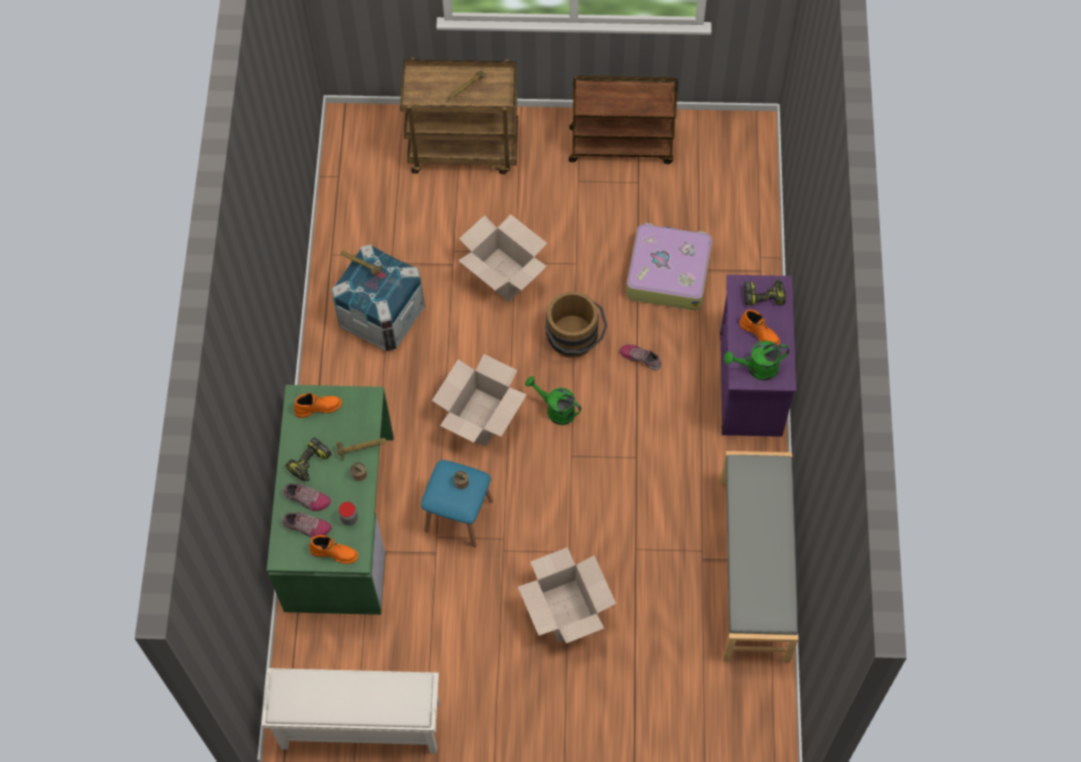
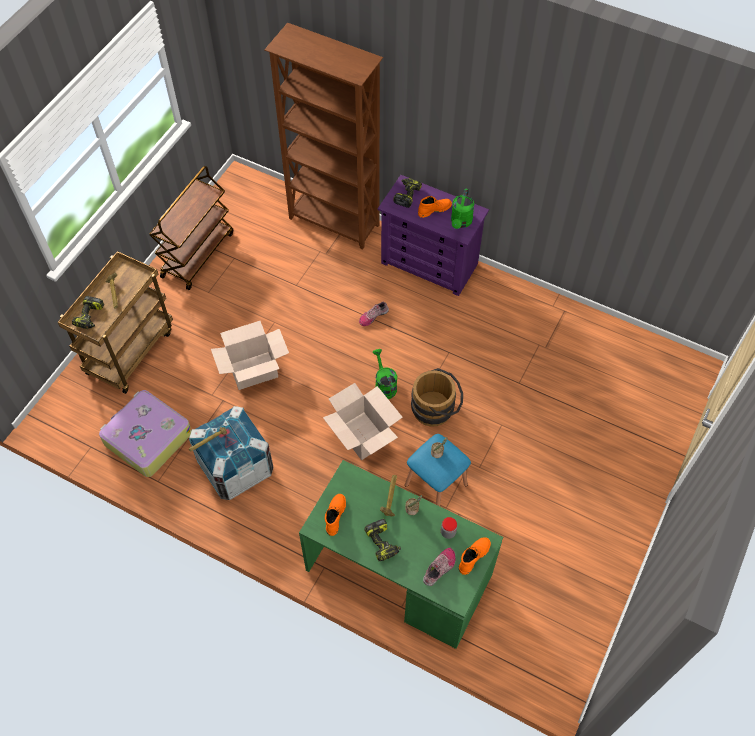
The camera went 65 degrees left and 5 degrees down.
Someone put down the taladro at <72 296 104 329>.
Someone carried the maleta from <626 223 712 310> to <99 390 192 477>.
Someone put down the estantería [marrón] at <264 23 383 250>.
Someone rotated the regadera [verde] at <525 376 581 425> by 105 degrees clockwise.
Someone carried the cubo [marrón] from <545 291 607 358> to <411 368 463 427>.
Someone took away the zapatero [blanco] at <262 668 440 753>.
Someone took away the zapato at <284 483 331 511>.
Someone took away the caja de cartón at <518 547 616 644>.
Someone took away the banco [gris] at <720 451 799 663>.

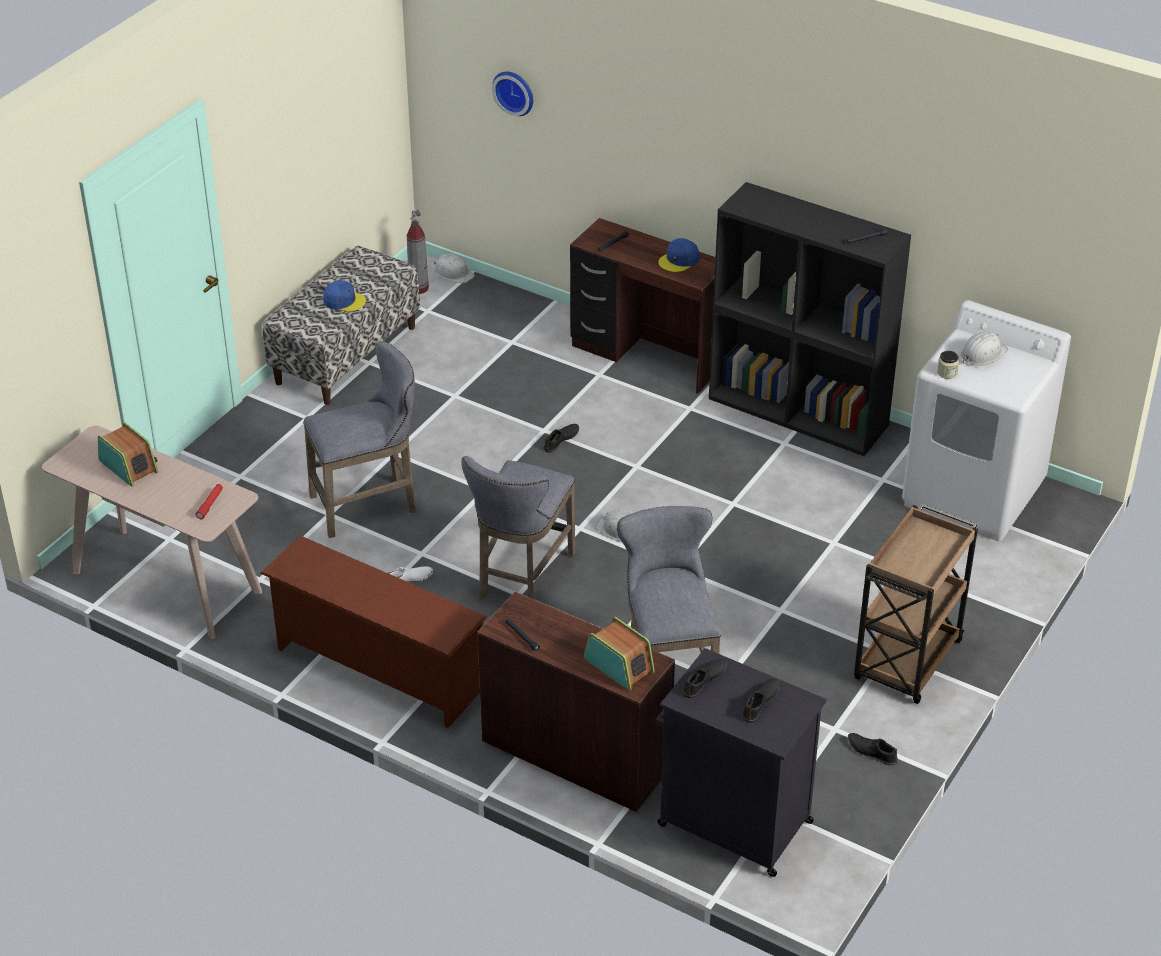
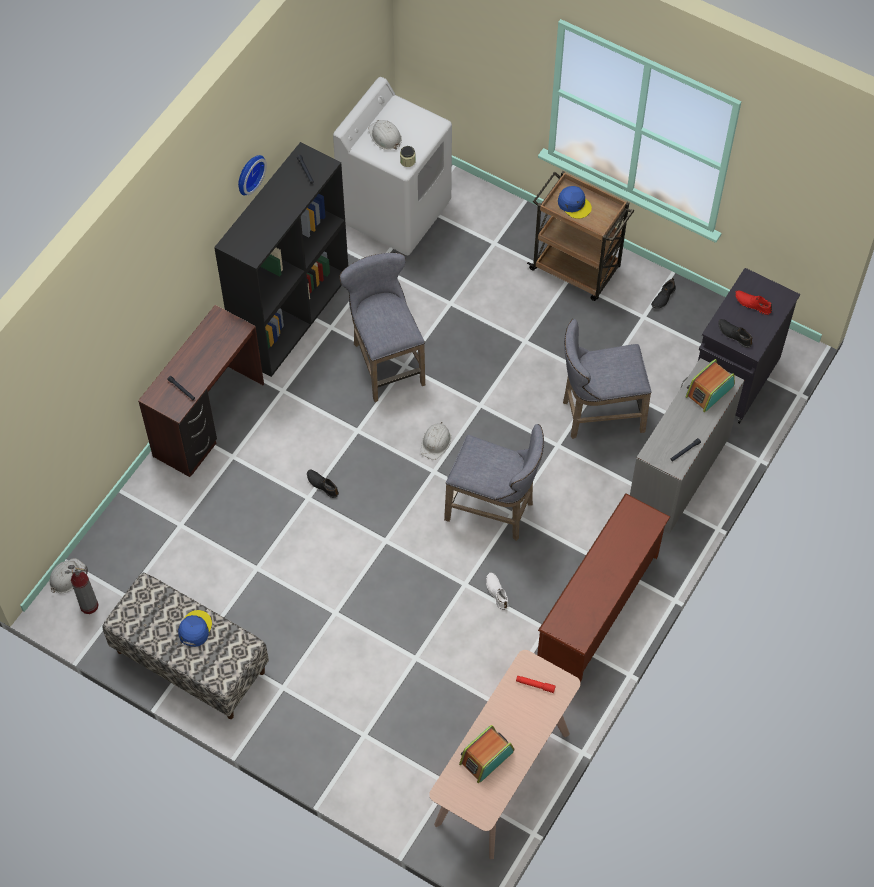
The camera went 90 degrees left and 20 degrees up.
Someone carried the reloj de pared from <492 72 533 116> to <238 155 267 195>.
Someone carried the taburete [gris] from <303 341 416 538> to <339 253 425 402>.
Someone carried the gorra [azul] from <658 238 699 272> to <558 186 592 219>.
Someone repainted the escritorio [marrón] at <477 592 675 812>, which became the escritorio [gris] at <630 358 744 534>.
Someone repainted the zapato [negro] at <742 678 780 723>, which became the zapato [rojo] at <735 290 772 315>.

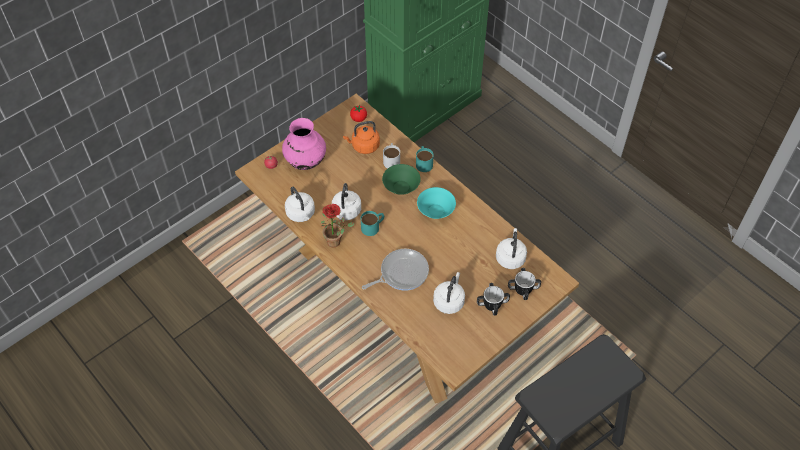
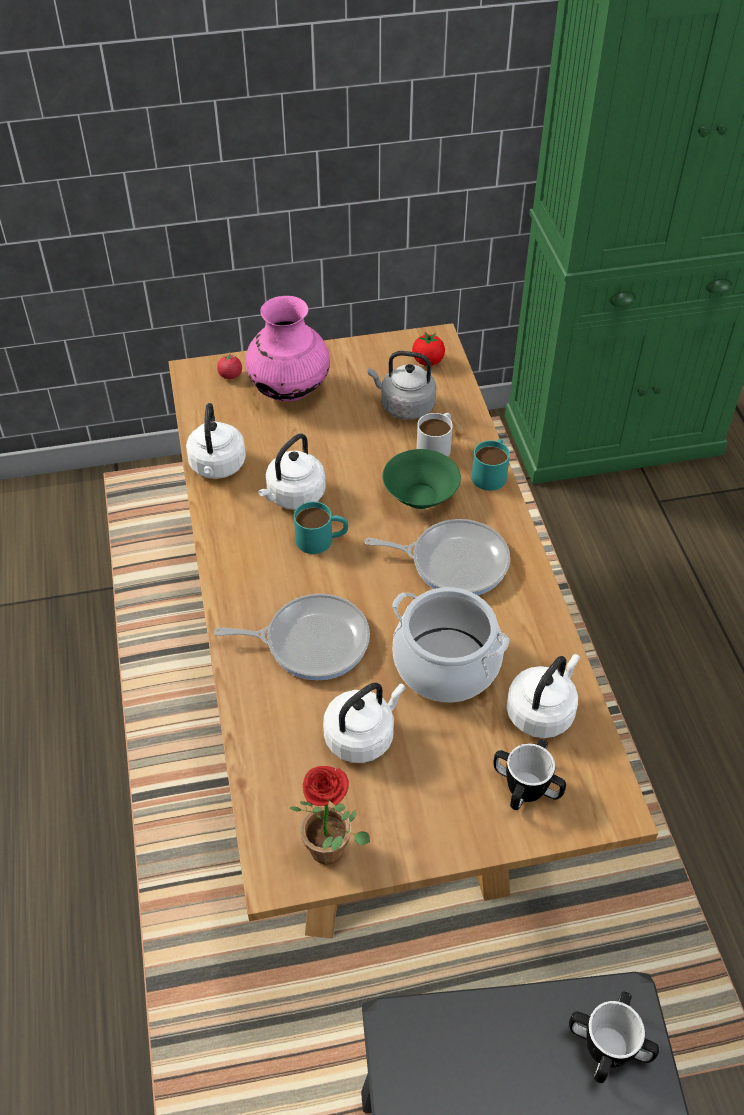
The camera went 30 degrees right and 5 degrees down.
Someone carried the planta en maceta from <321 204 354 248> to <290 766 370 865>.
Someone swapped the cuenco [turquesa] at <417 187 456 219> for the sartén at <365 519 510 595>.
Someone repainted the hervidor [naranja] at <343 121 380 154>, which became the hervidor [gris] at <368 351 437 420>.
Someone put down the olla at <392 587 509 702>.
Someone carried the taza grande from <477 283 510 316> to <569 991 659 1083>.

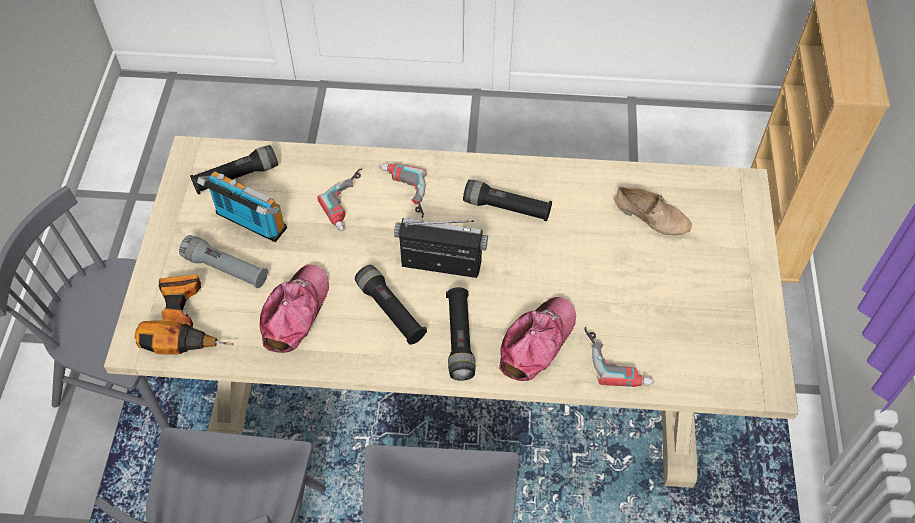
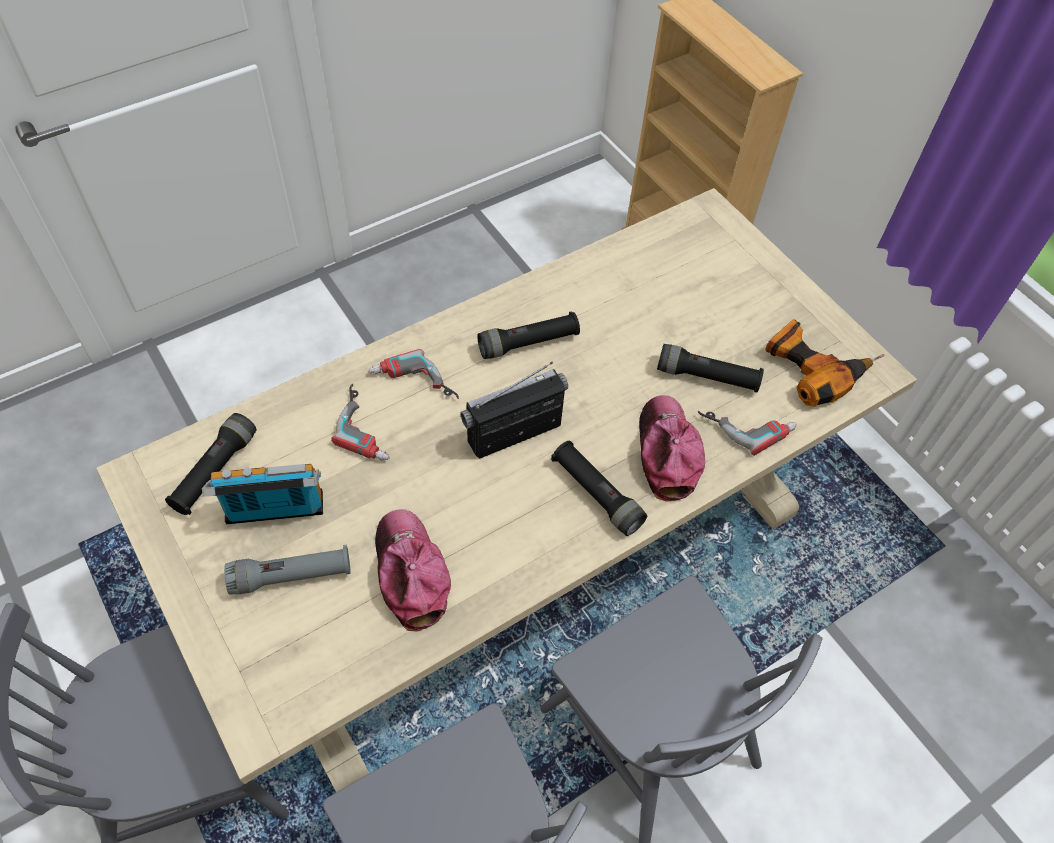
The camera went 40 degrees left and 0 degrees up.
Someone carried the linterna [negro] from <355 265 427 345> to <657 344 764 393>.
Someone carried the taladro from <135 275 234 355> to <765 319 885 407>.
Someone took away the zapato [beis] at <614 187 692 236>.

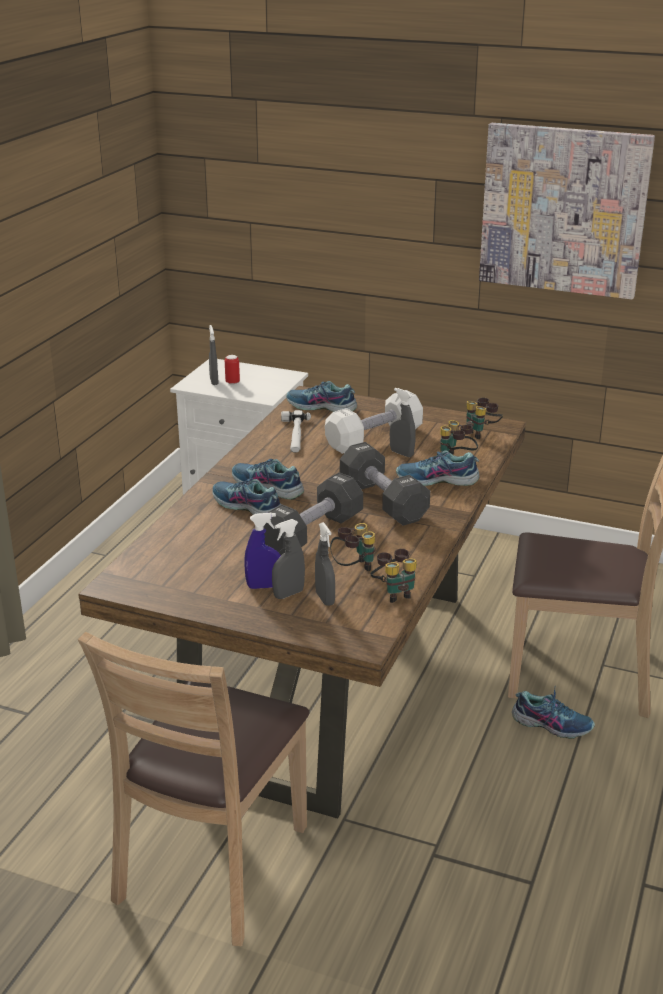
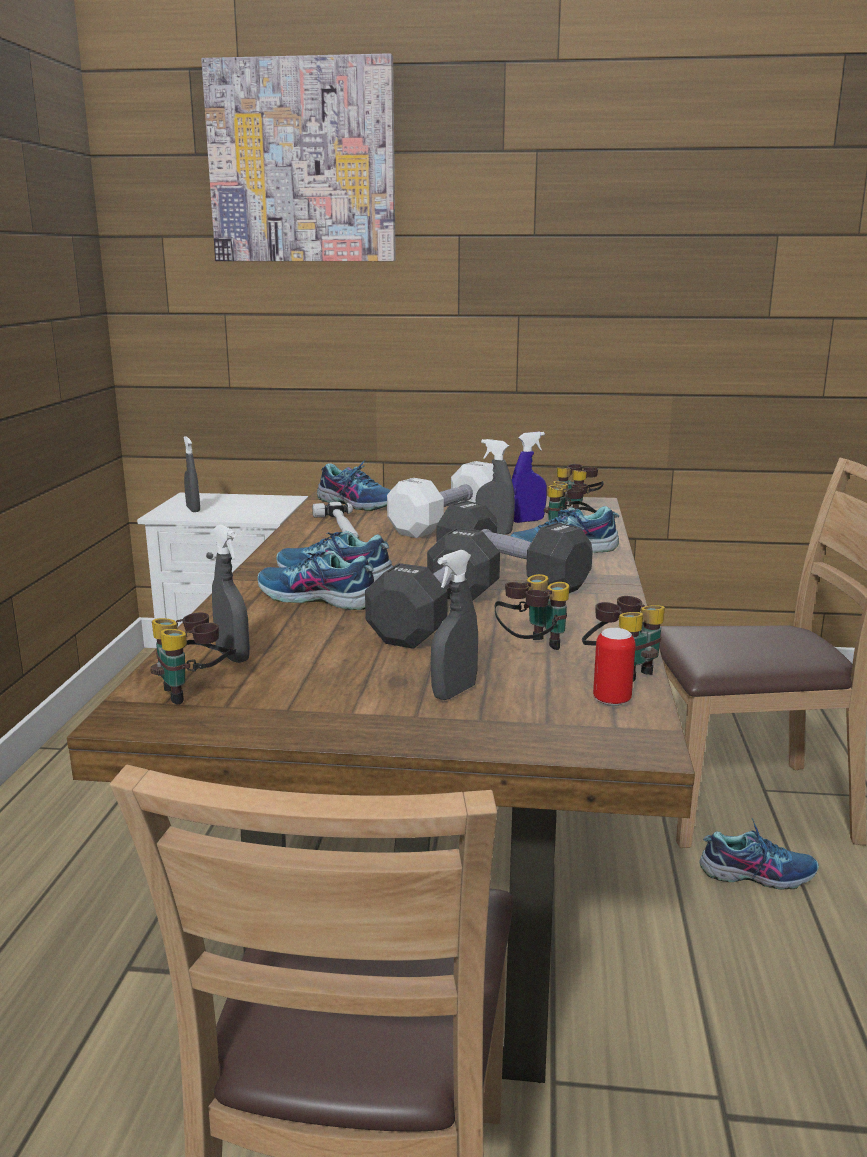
The camera went 15 degrees left and 10 degrees down.
Someone put down the prismáticos at <150 612 236 705>.
Someone carried the cuadro from <479 123 655 299> to <201 53 396 261>.
Someone carried the pulverizador [gris] from <315 522 335 606> to <212 524 250 663>.
Someone rotated the zapato at <286 381 357 412> by 150 degrees counterclockwise.
Someone carried the pulverizador [azul] from <244 513 281 589> to <512 432 547 523>.
Someone carried the lata from <225 355 240 385> to <593 628 636 706>.

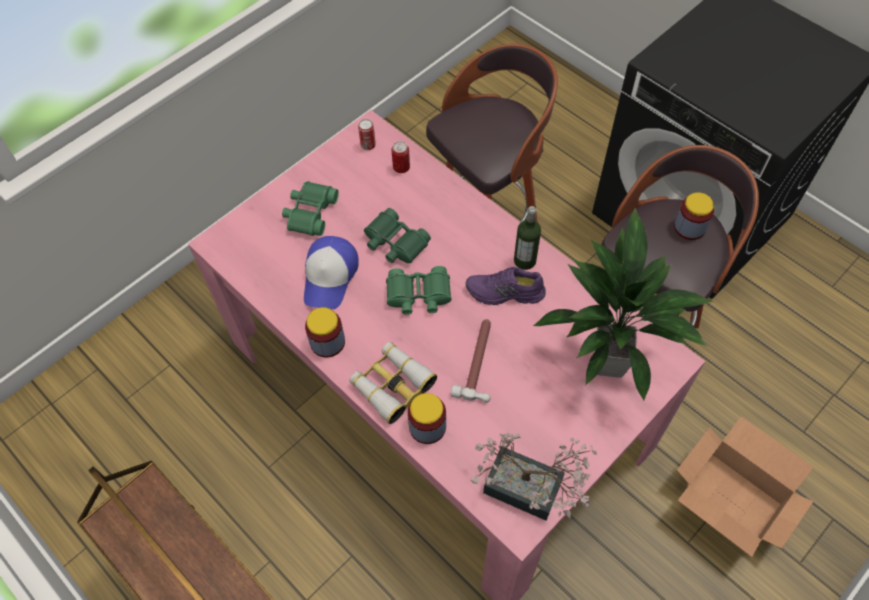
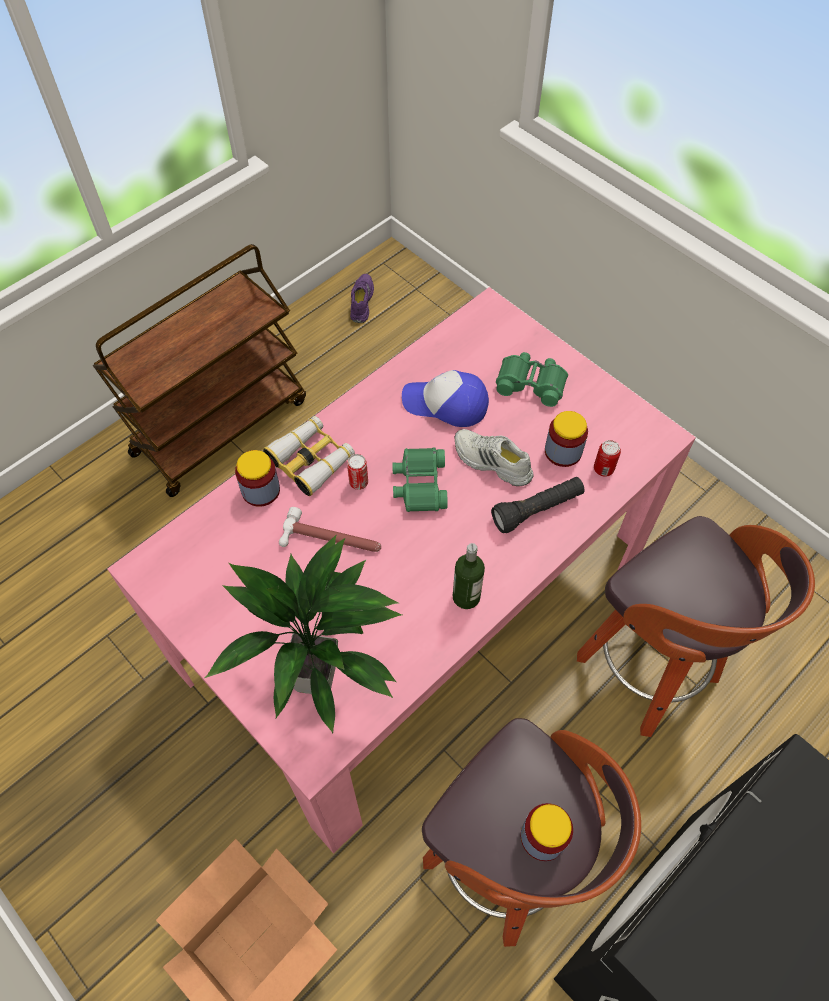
The camera went 90 degrees right and 0 degrees up.
Someone carried the lata from <358 119 376 150> to <347 454 368 490>.
Someone carried the zapato [morado] from <465 267 546 305> to <350 274 374 323>.
Someone swapped the prismáticos [verde] at <364 208 431 263> for the zapato [blanco] at <455 429 534 486>.
Someone put down the linterna [negro] at <491 477 584 533>.
Someone carried the tarro from <305 307 345 357> to <545 411 588 467>.
Someone took away the planta en maceta at <470 433 597 521>.

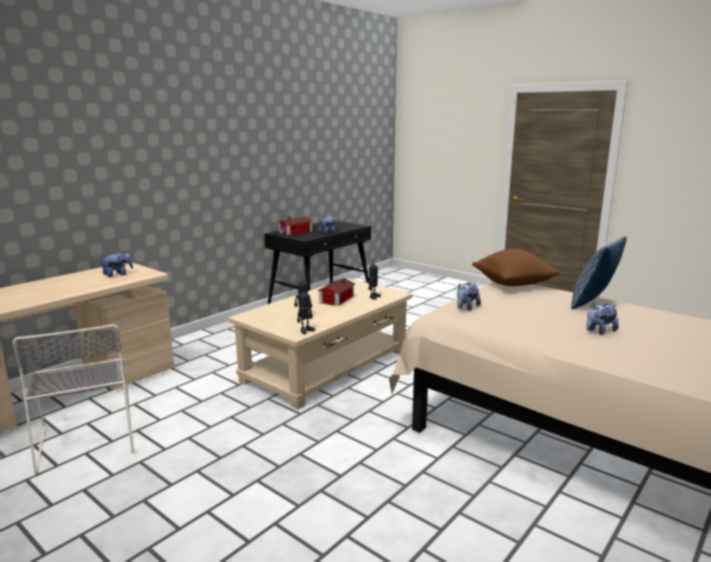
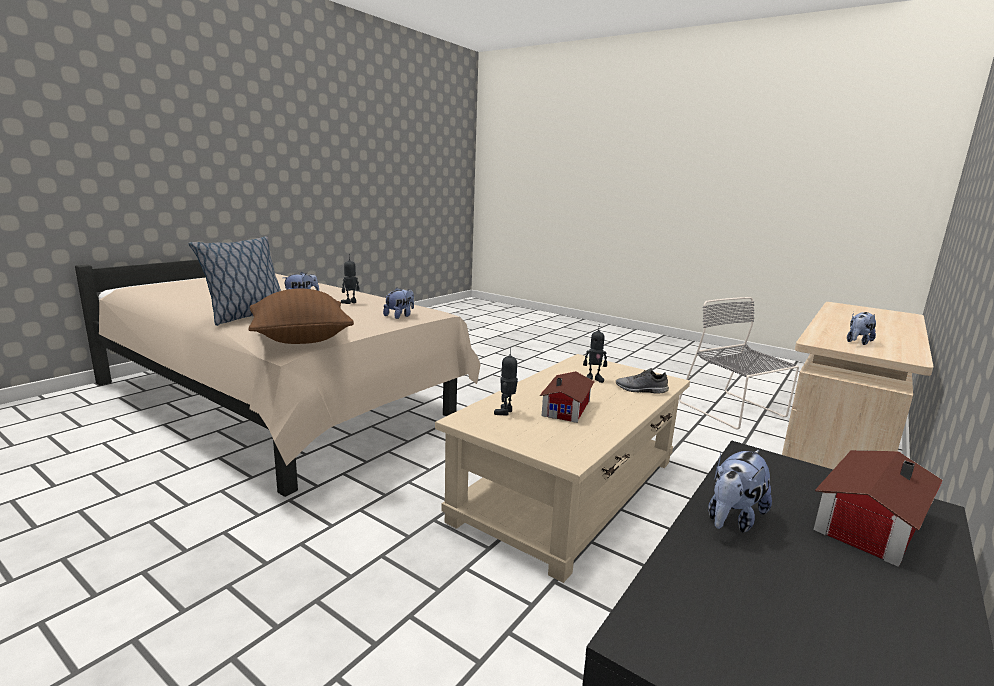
The camera went 175 degrees right and 0 degrees up.
Someone carried the robot de juguete from <297 290 315 334> to <341 254 360 304>.
Someone put down the zapato [gris] at <616 368 669 394>.

